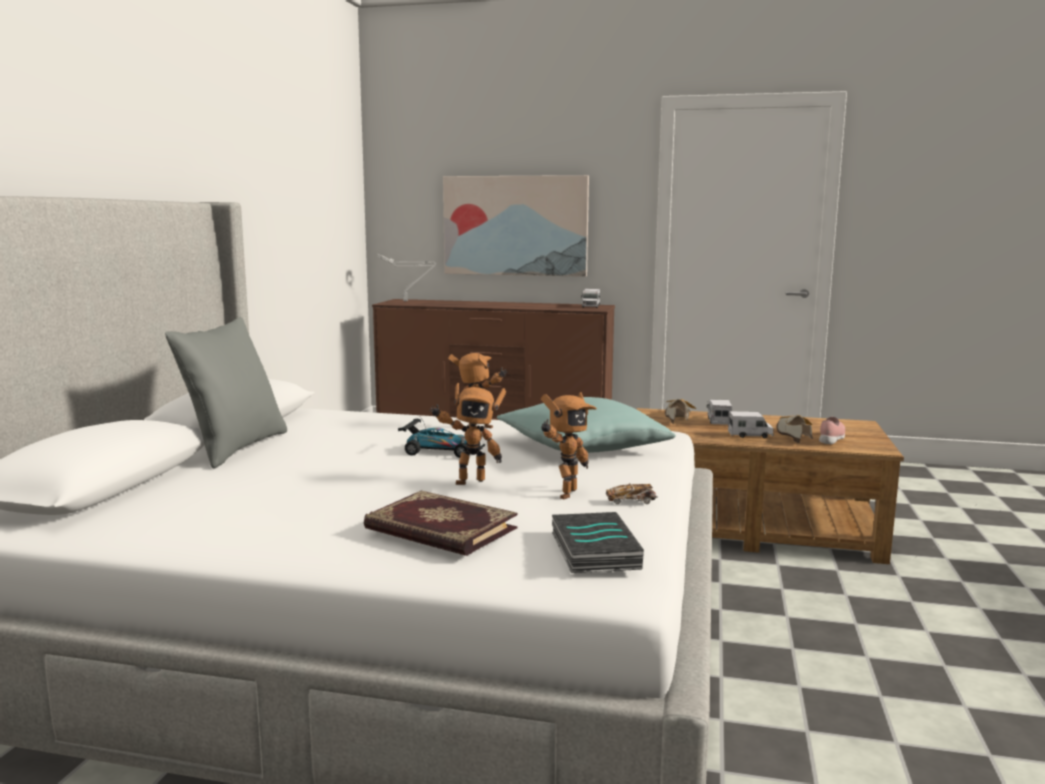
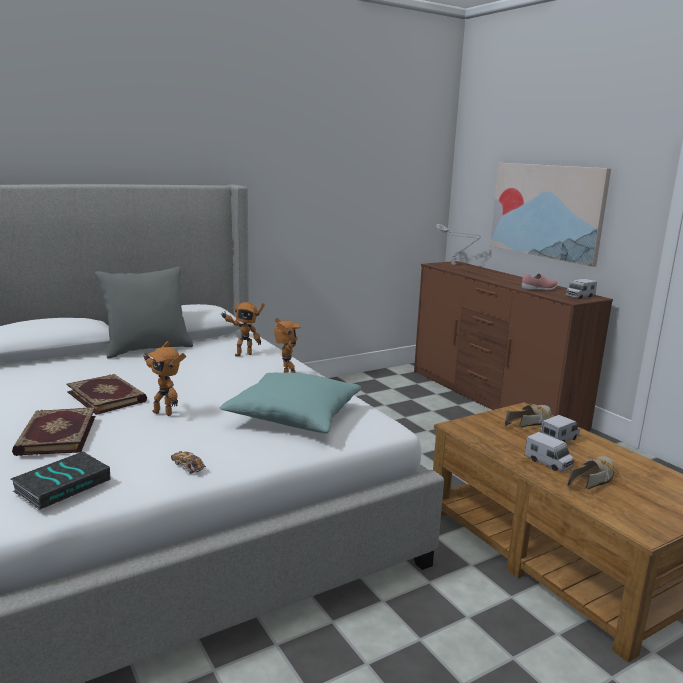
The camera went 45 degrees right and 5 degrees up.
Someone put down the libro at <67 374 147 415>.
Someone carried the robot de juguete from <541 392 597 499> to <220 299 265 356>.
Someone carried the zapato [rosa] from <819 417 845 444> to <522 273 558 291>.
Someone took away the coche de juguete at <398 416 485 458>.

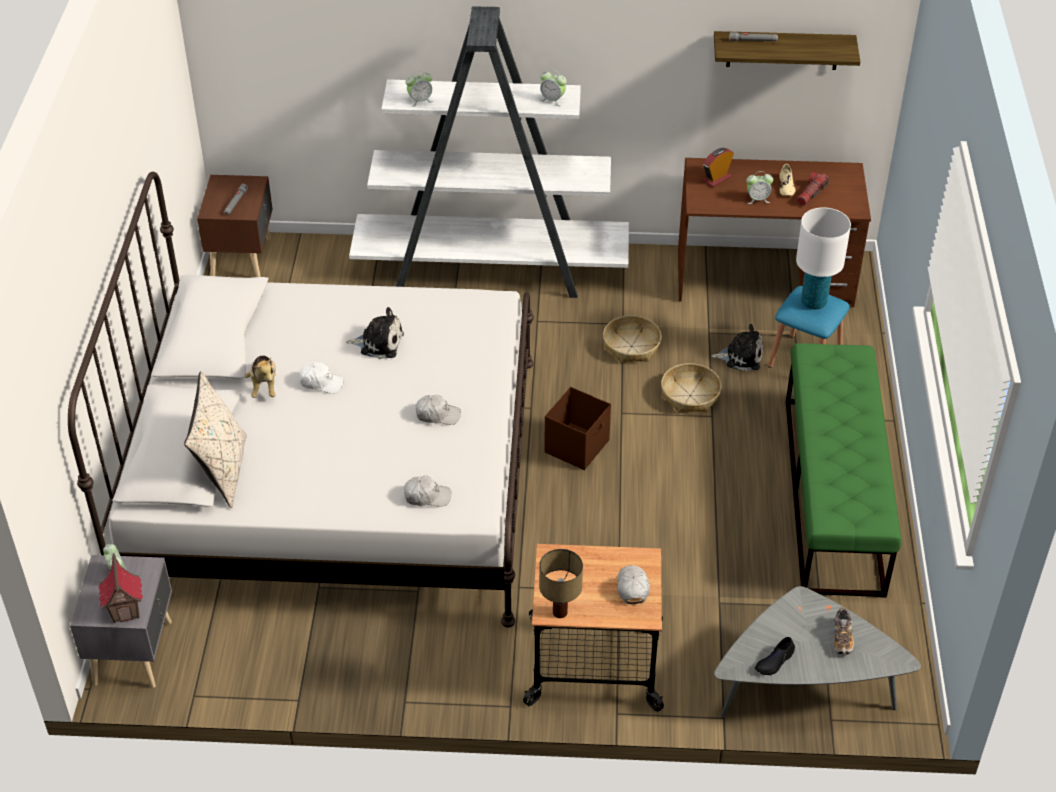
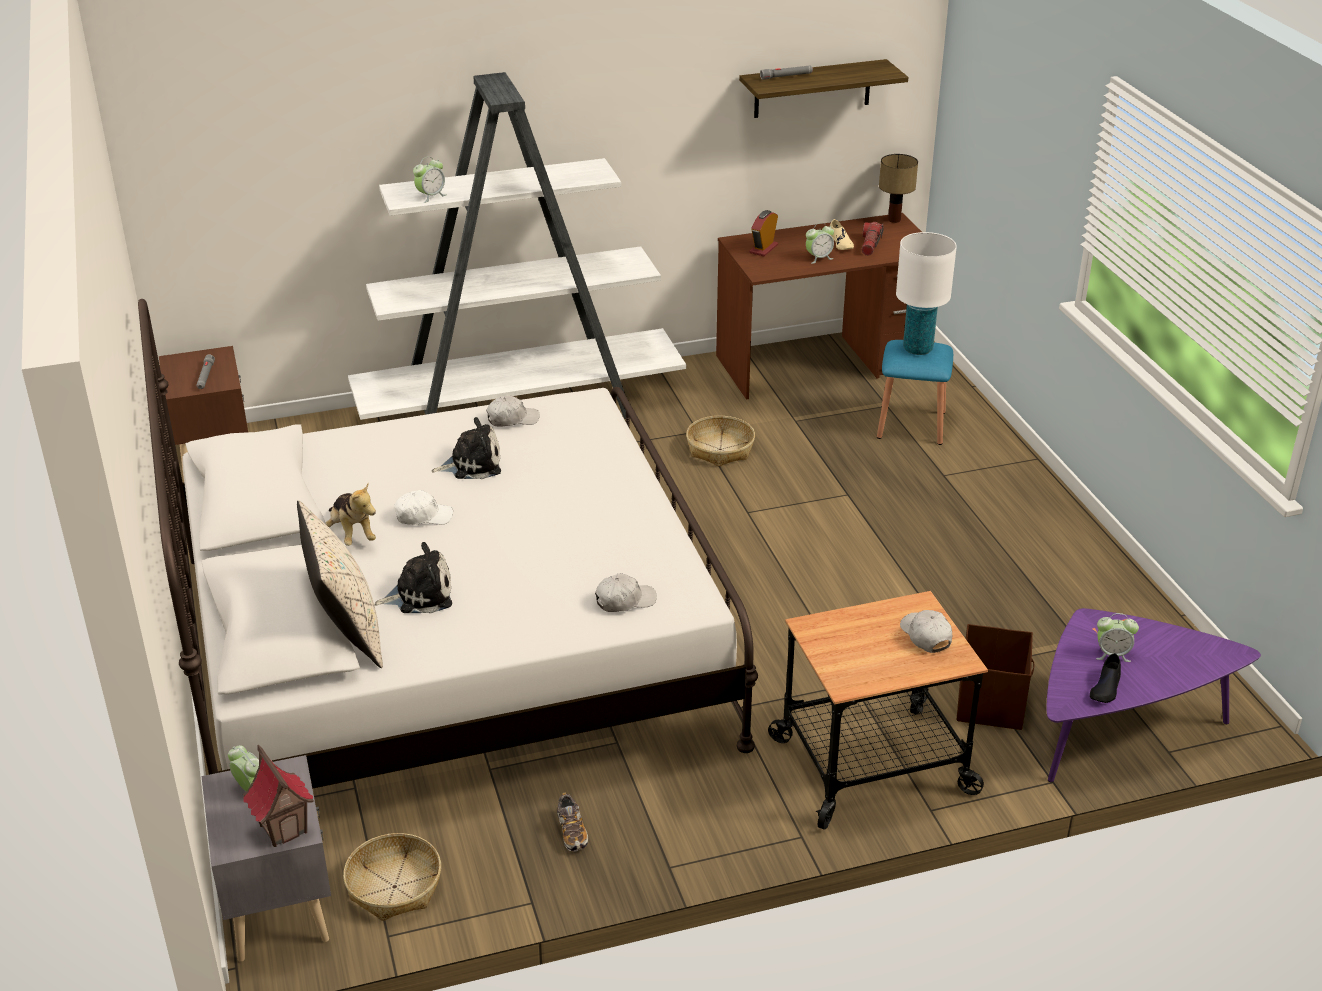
The camera went 20 degrees left and 10 degrees down.
Someone carried the cesta from <661 363 722 413> to <343 833 441 921>.
Someone carried the peluche from <711 324 763 371> to <374 542 452 613>.
Someone carried the gorra [blanco] from <416 395 461 425> to <486 395 540 427>.
Someone carried the zapato from <834 607 854 655> to <557 792 588 852>.
Someone carried the lámpara de mesa from <539 549 583 618> to <879 154 918 223>.
Someone carried the caja de almacenaje [marrón] from <544 387 611 470> to <957 624 1035 730>.
Someone repainted the mesa de centro [gris] at <714 586 921 718>, which became the mesa de centro [morado] at <1046 608 1261 782>.
Someone carried the despertador from <540 70 567 106> to <1096 613 1139 662>.
Someone took away the banco [verde] at <786 343 902 598>.

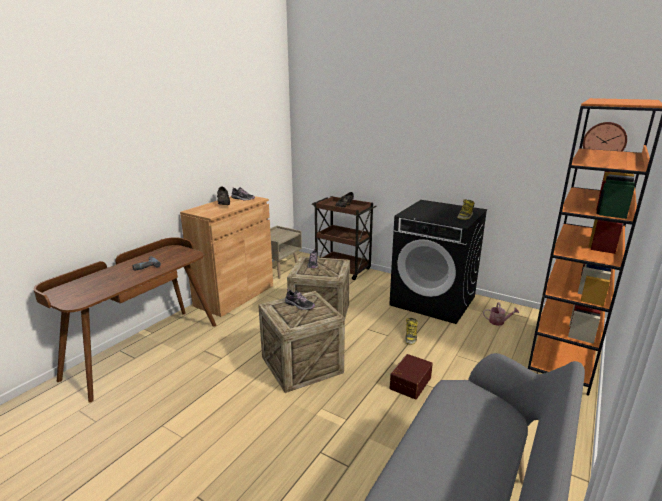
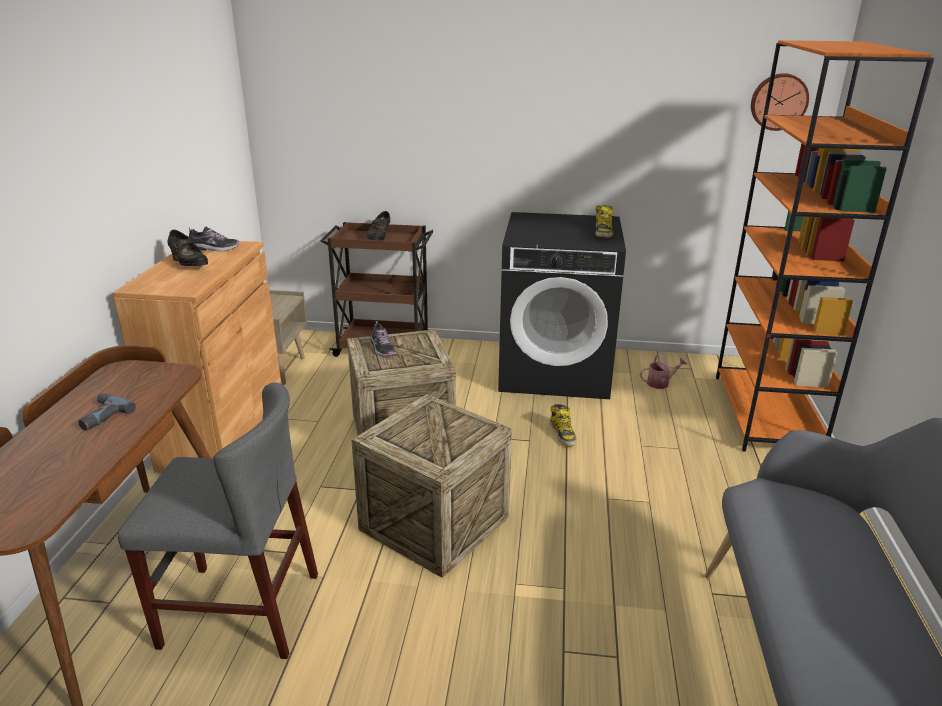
The camera went 25 degrees left and 5 degrees up.
Someone put down the silla [gris] at <118 382 318 659>.
Someone took away the zapato at <285 289 315 310>.
Someone took away the caja de almacenaje [marrón] at <389 354 433 400>.

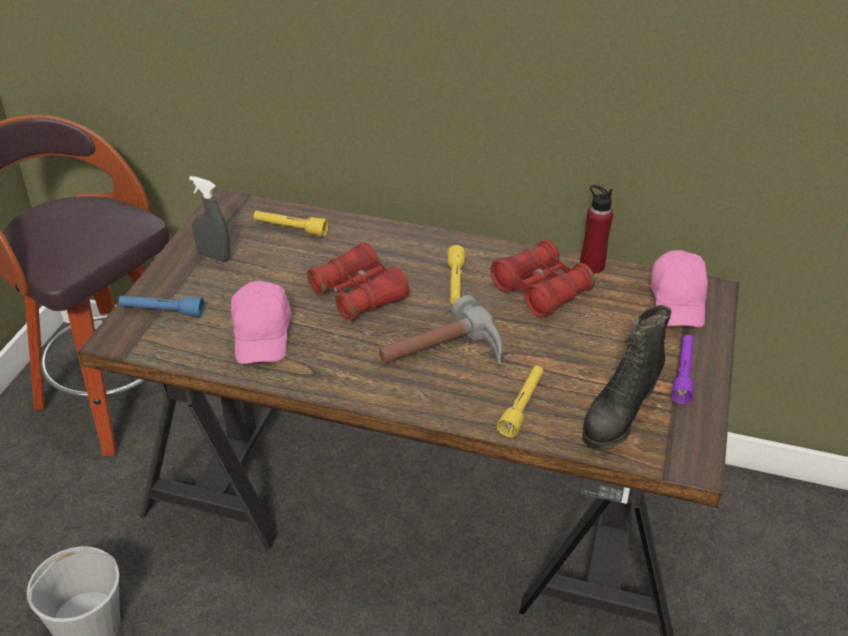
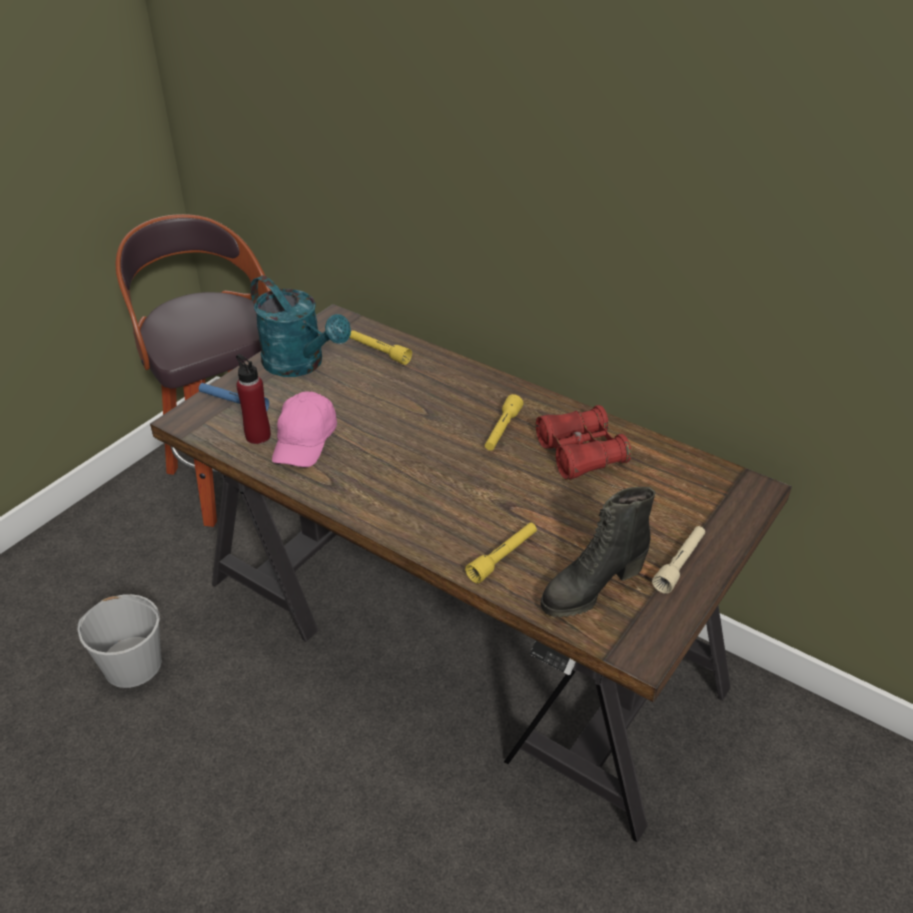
The camera went 20 degrees right and 0 degrees up.
Someone carried the botella [rojo] from <580 185 613 274> to <236 354 271 444>.
Someone swapped the pulverizador [gris] at <189 176 230 262> for the regadera [turquesa] at <251 275 351 377>.
Someone repainted the linterna [morado] at <671 335 694 405>, which became the linterna [beis] at <652 526 705 594>.
Someone took away the prismáticos [rojo] at <307 242 410 322>.
Someone took away the martillo at <379 295 502 365>.
Someone took away the gorra [rosa] at <650 250 708 327>.

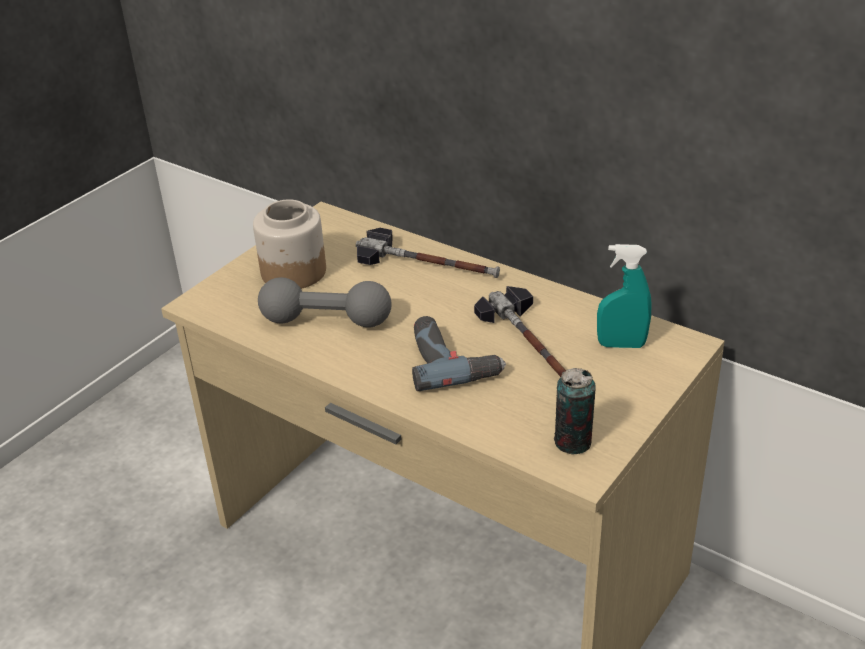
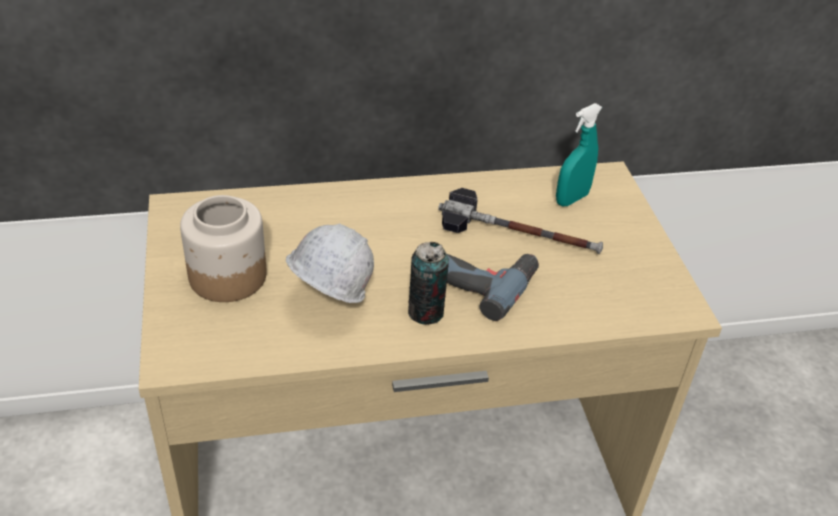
The camera went 50 degrees left and 5 degrees up.
Someone swapped the mancuerna [gris] at <258 277 392 328> for the casco [blanco] at <286 223 374 304>.
Someone carried the lata from <554 368 596 455> to <408 242 449 325>.
Someone took away the martillo at <356 228 500 278>.

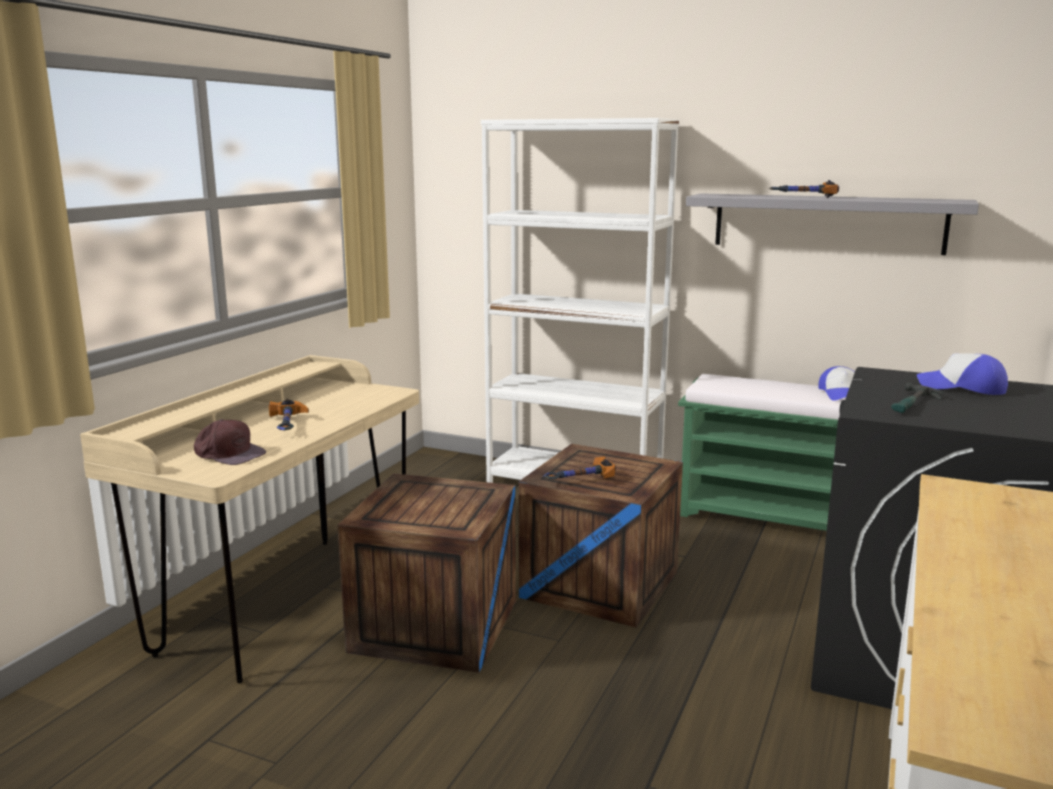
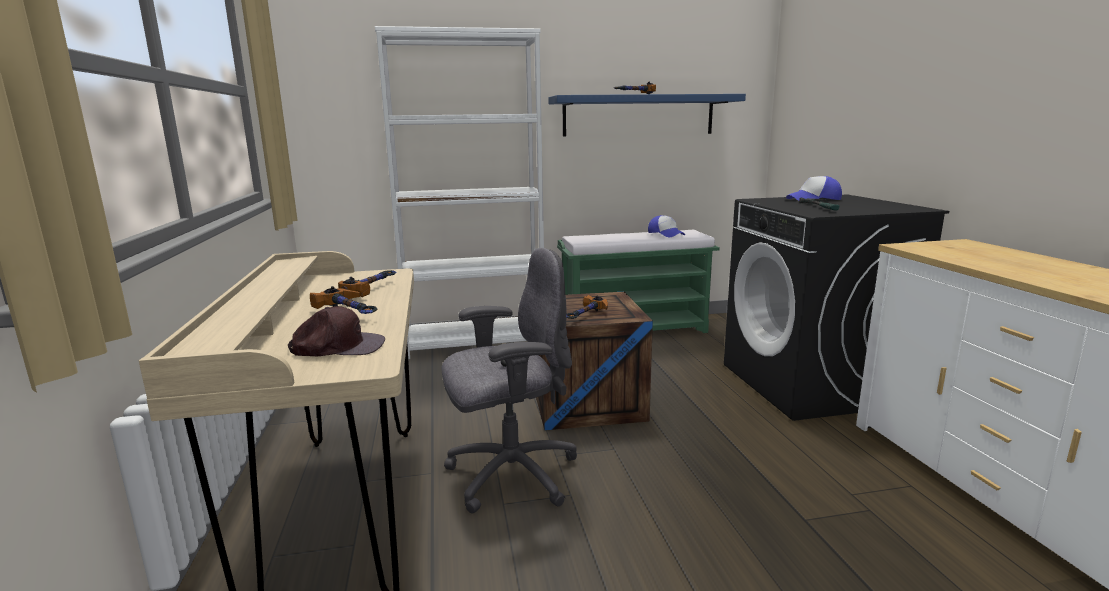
The camera went 35 degrees left and 0 degrees up.
Someone put down the martillo at <338 270 396 297>.
Someone swapped the caja de embalaje at <337 474 516 673> for the silla de oficina [gris] at <441 248 577 513>.
Someone repainted the estante [gris] at <686 193 979 255>, which became the estante [azul] at <548 94 746 137>.

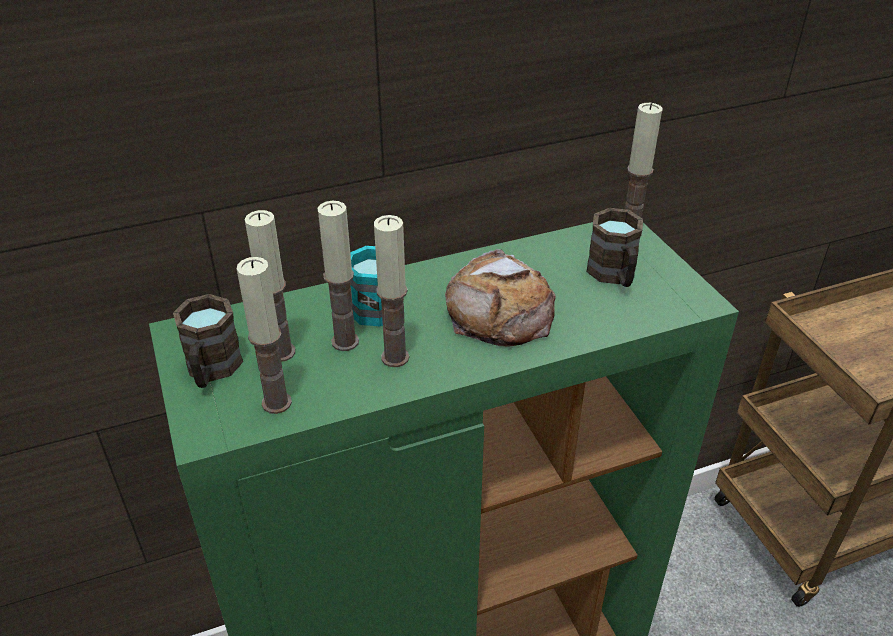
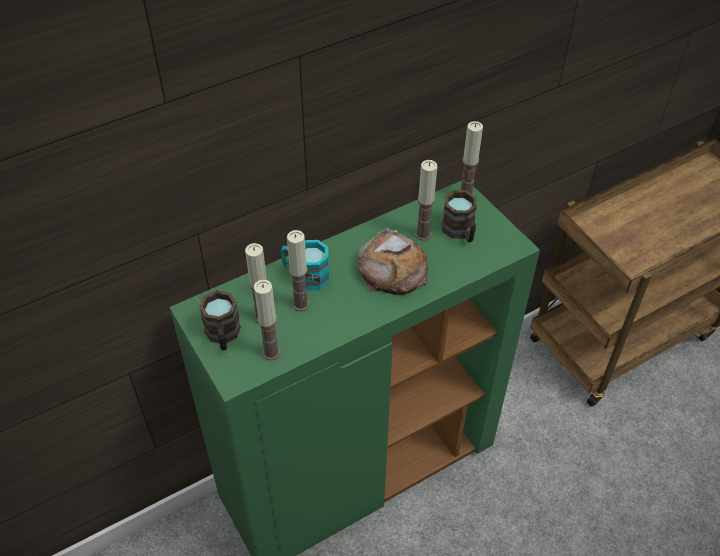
The camera went 10 degrees left and 10 degrees up.
Someone carried the vela from <374 215 409 367> to <415 160 437 241>.

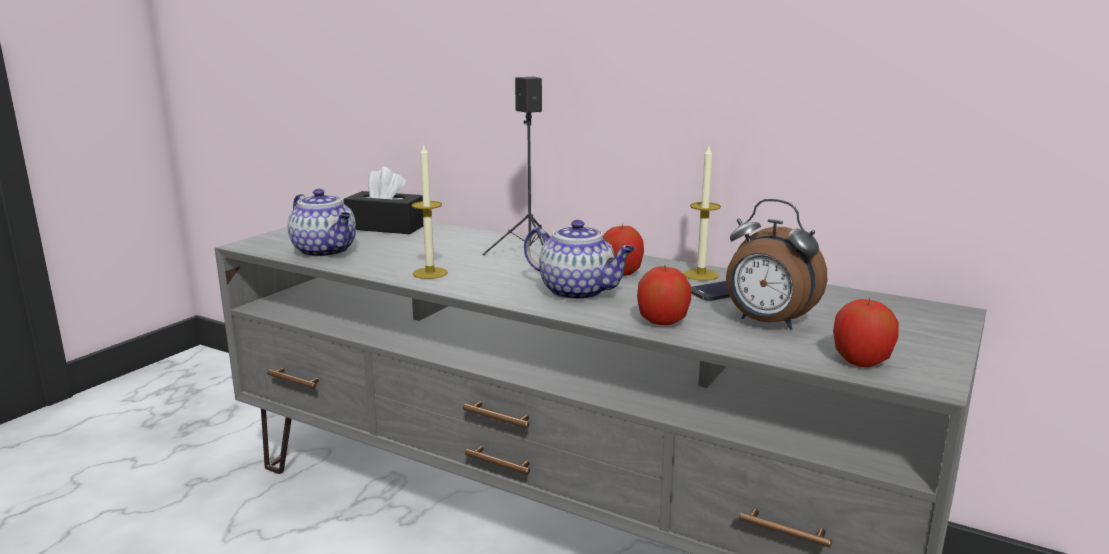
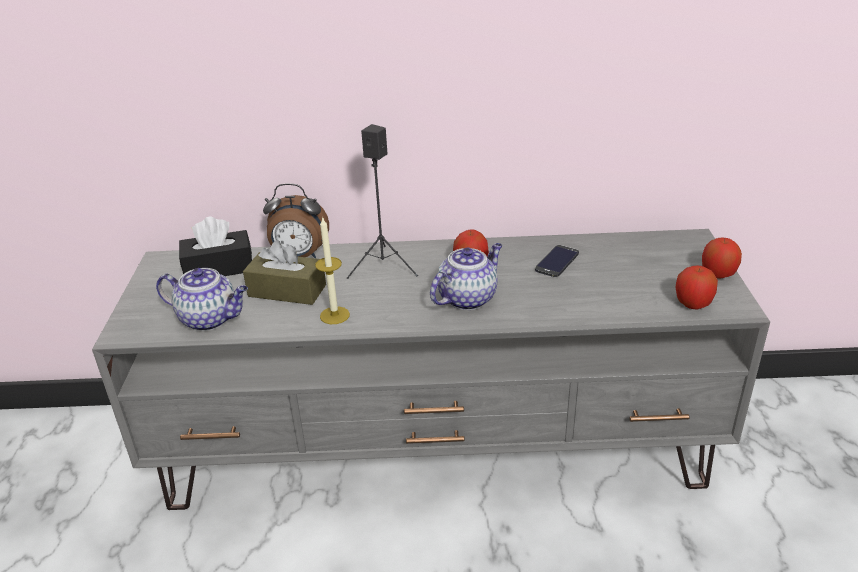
The camera went 30 degrees left and 15 degrees up.
Someone put down the caja de pañuelos [marrón] at <243 240 326 305>.
Someone carried the despertador from <726 199 827 330> to <263 183 329 258>.
Someone rotated the tetera at <524 220 635 300> by 45 degrees counterclockwise.
Someone carried the manzana from <637 265 691 325> to <702 238 742 278>.
Someone took away the vela at <684 146 721 281>.

